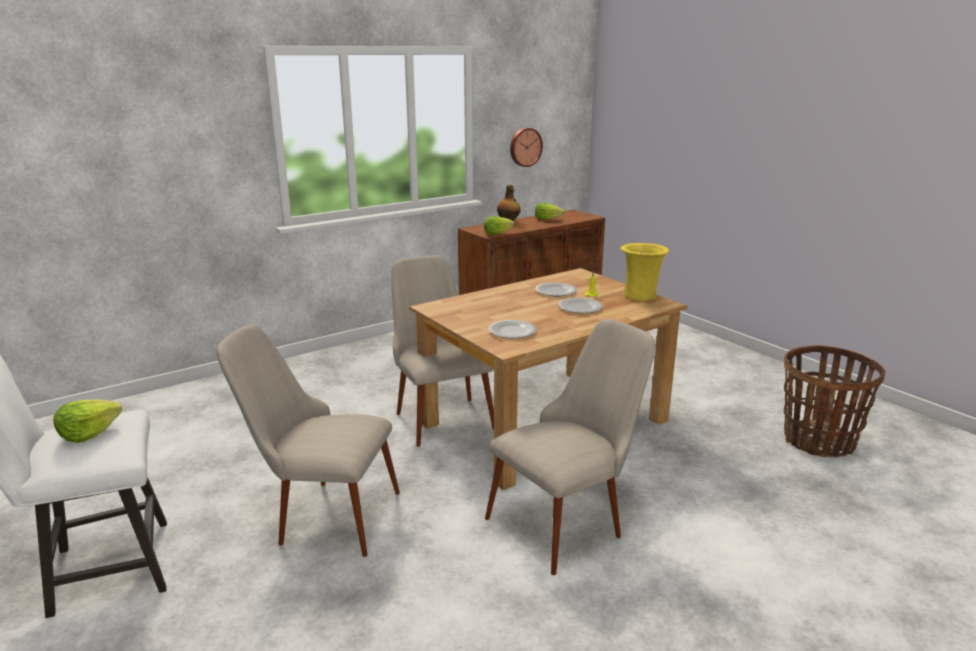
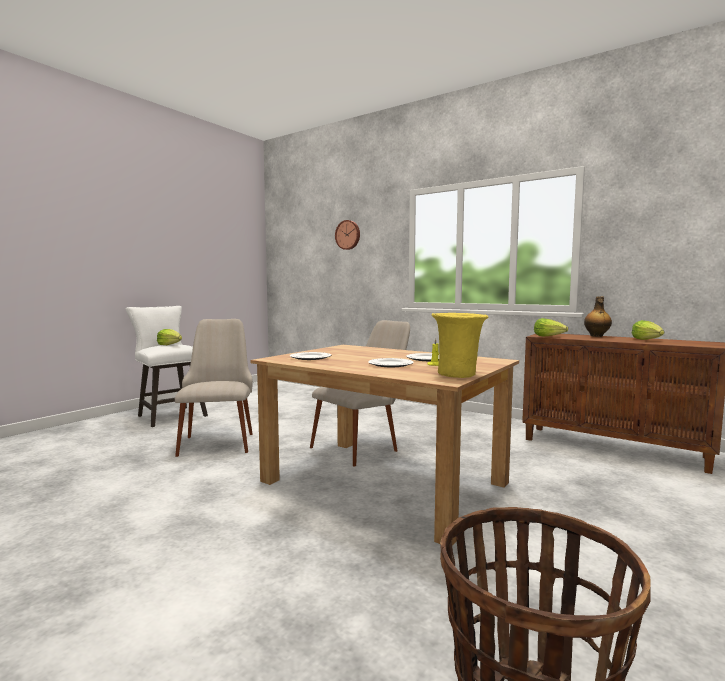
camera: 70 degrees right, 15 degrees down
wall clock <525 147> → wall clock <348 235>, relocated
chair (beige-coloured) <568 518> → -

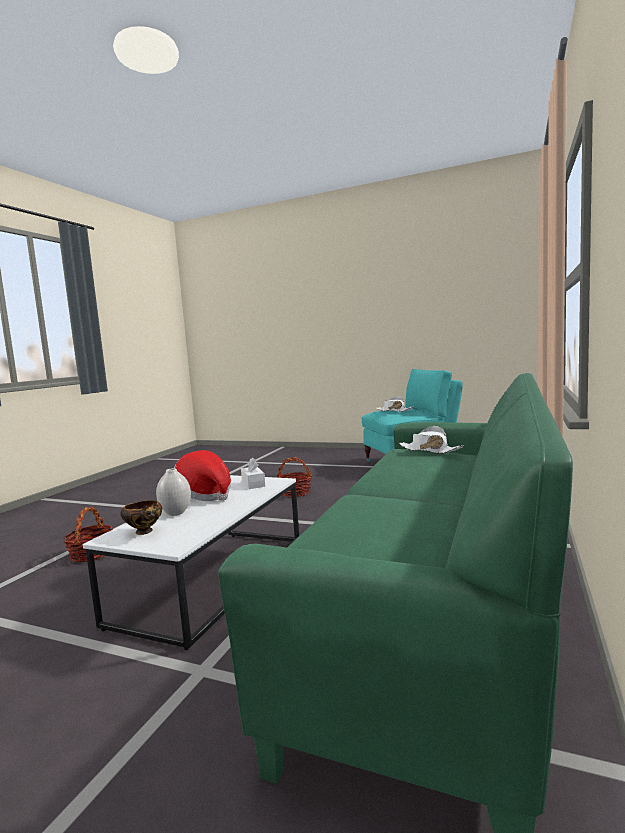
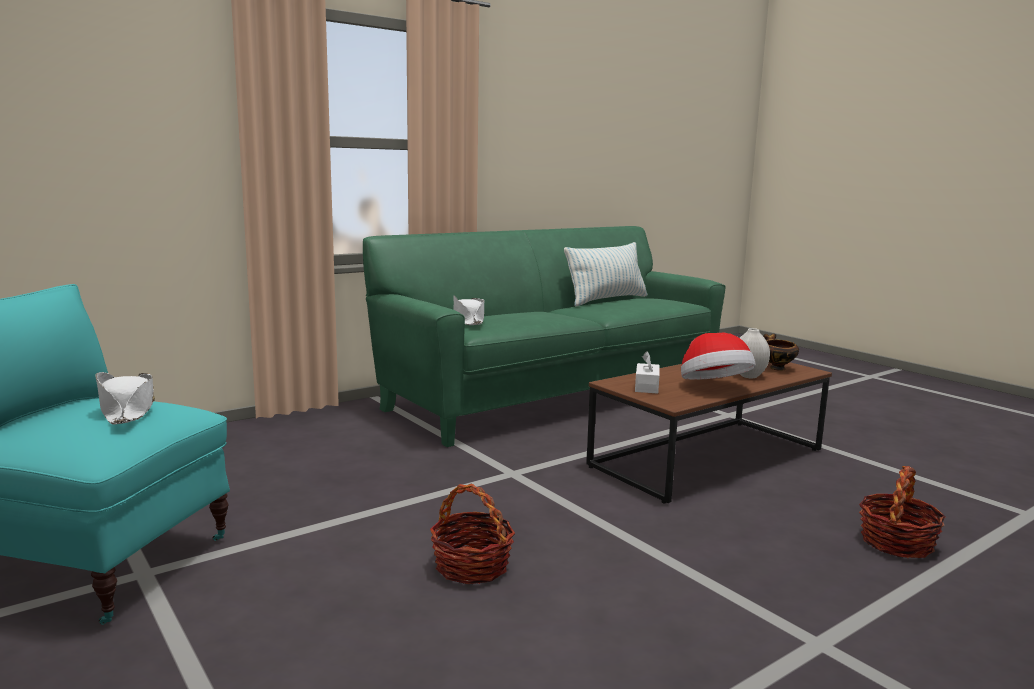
camera: 150 degrees left, 5 degrees up
- → throw pillow <606 300>
coffee table (whitish) <214 579> → coffee table (brown) <707 459>

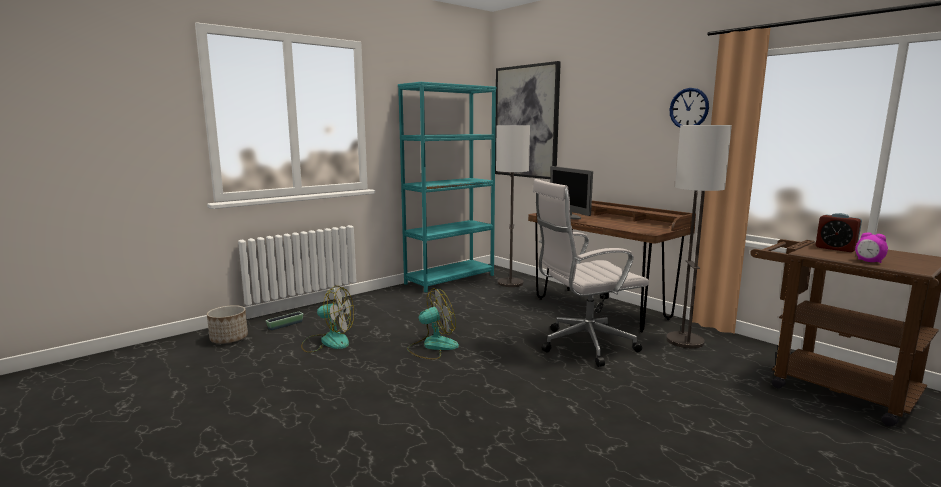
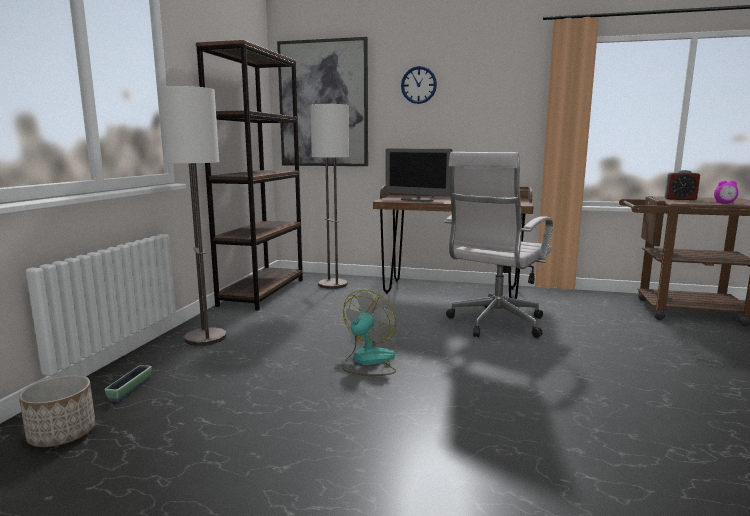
camera: 35 degrees left, 0 degrees up
floor lamp <685 341> → floor lamp <205 338>, relocated
bookcase (blue-green) <450 279> → bookcase (brown) <262 292>
wall clock <689 108> → wall clock <418 85>, relocated
cooling fan <328 341> → -

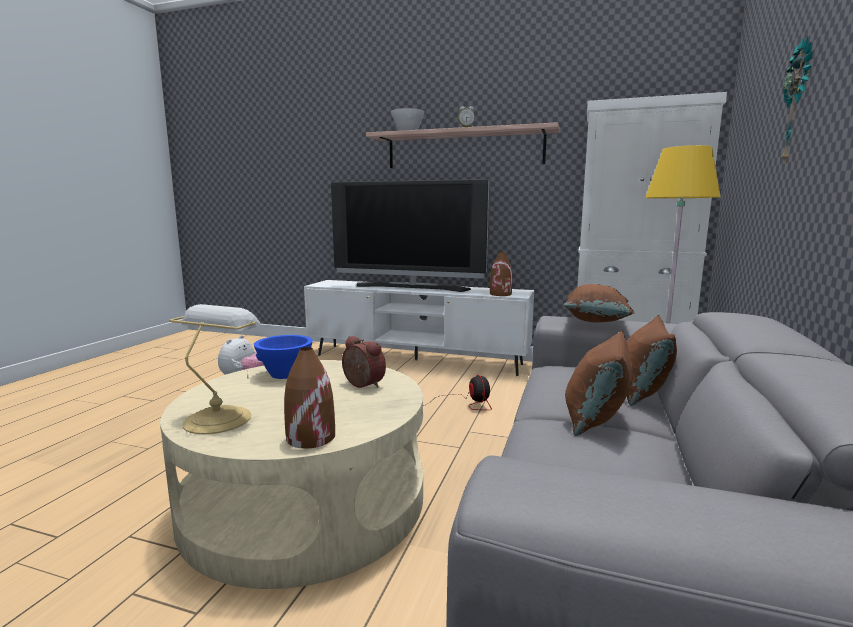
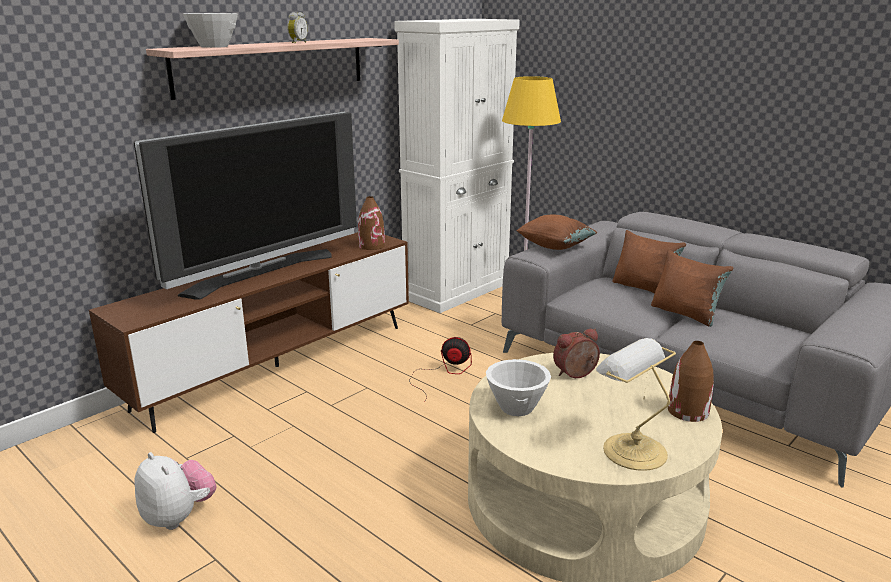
camera: 65 degrees left, 10 degrees up
media console (whitish) <416 359> → media console (brown) <277 366>
serving bowl (blue) <285 374> → serving bowl (whitish) <516 407>
wall clock <799 102> → -

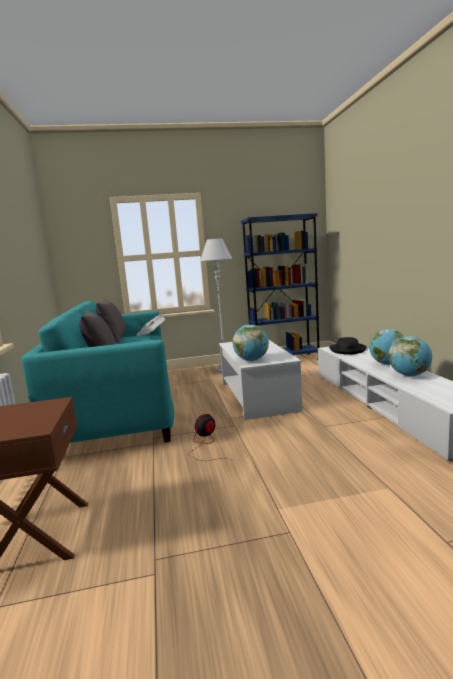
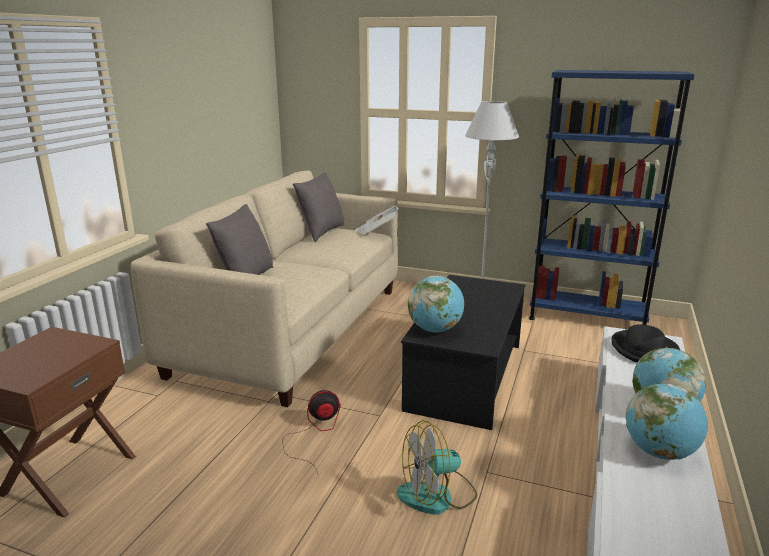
camera: 30 degrees right, 10 degrees up
couch (blue-green) <119 408> → couch (beige-coloured) <293 329>
- → cooling fan <437 495>
coffee table (whitish) <257 396> → coffee table (black) <466 375>

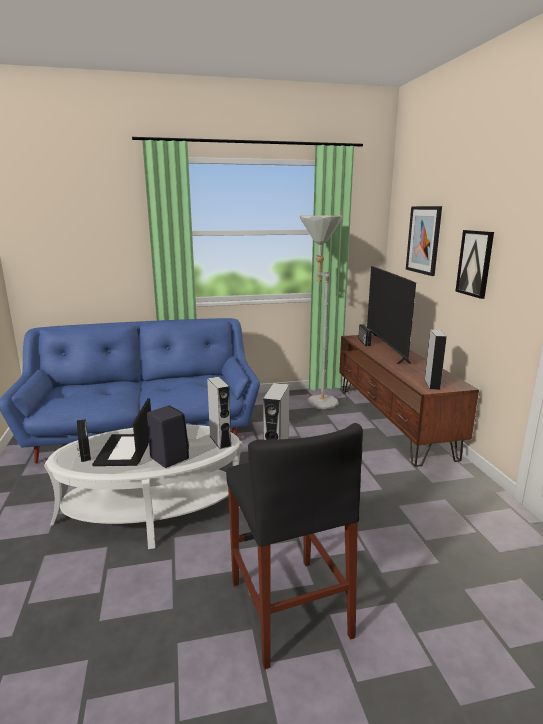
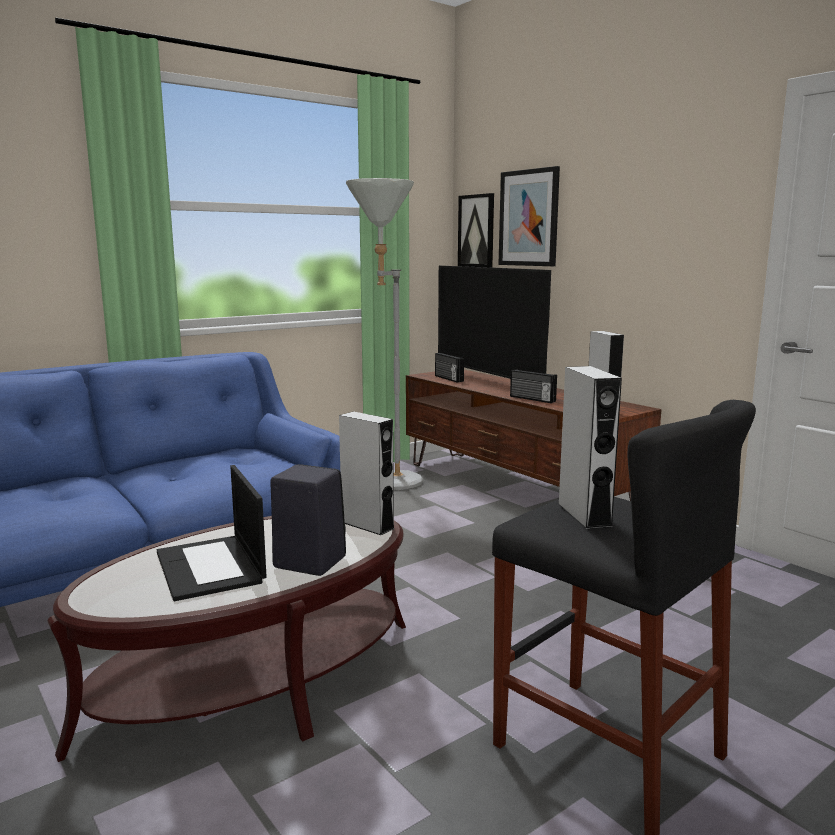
camera: 25 degrees left, 5 degrees down
coffee table (whitish) <152 510> → coffee table (brown) <255 681>
wall art <475 263> → wall art <476 231>, relocated
radio receiver <84 451> → radio receiver <532 399>, relocated

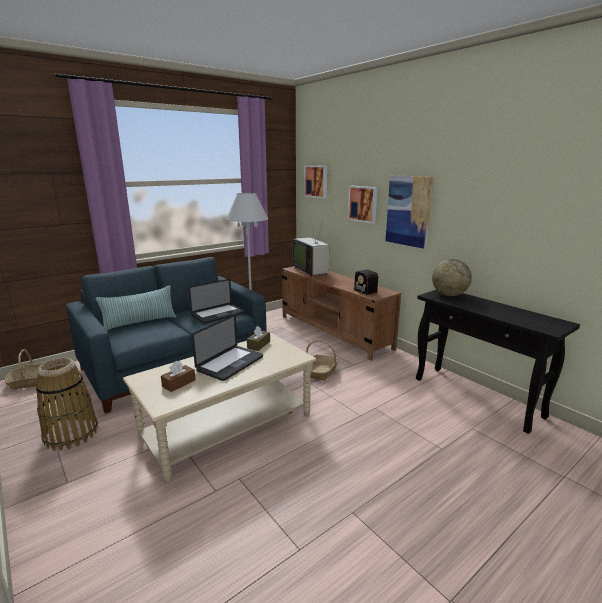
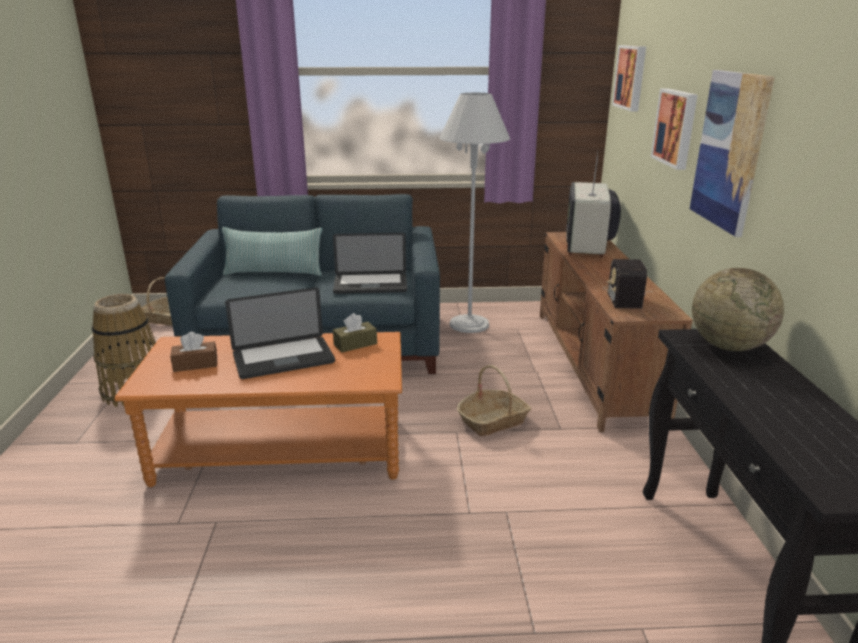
camera: 35 degrees right, 5 degrees up
coffee table (beige-coloured) <228 427> → coffee table (orange-coloured) <282 450>

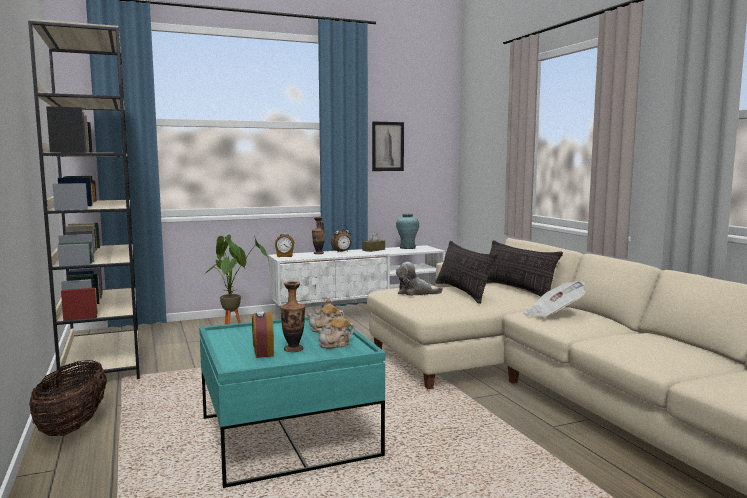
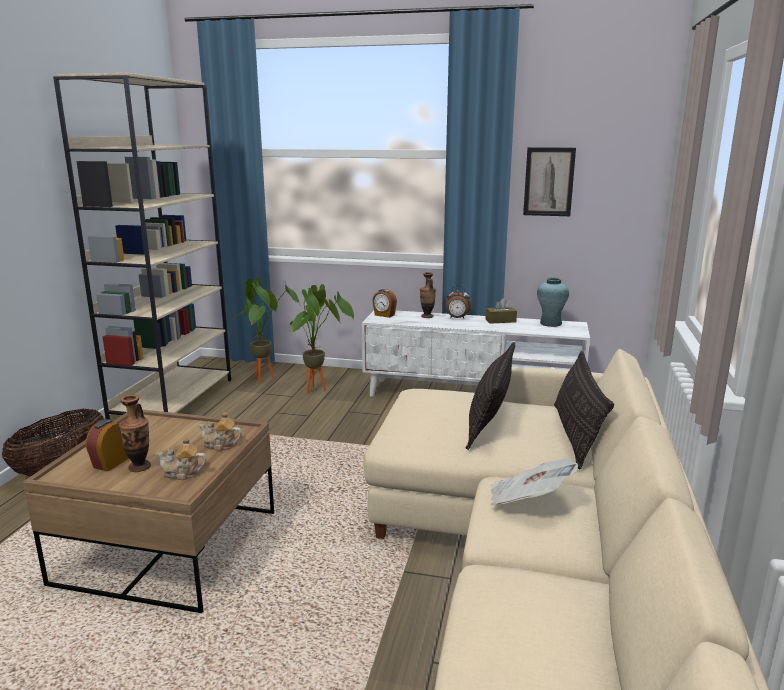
camera: 35 degrees right, 10 degrees up
coffee table (blue-green) <288 437> → coffee table (brown) <169 547>
- → potted plant <266 377>
plush toy <415 293> → -

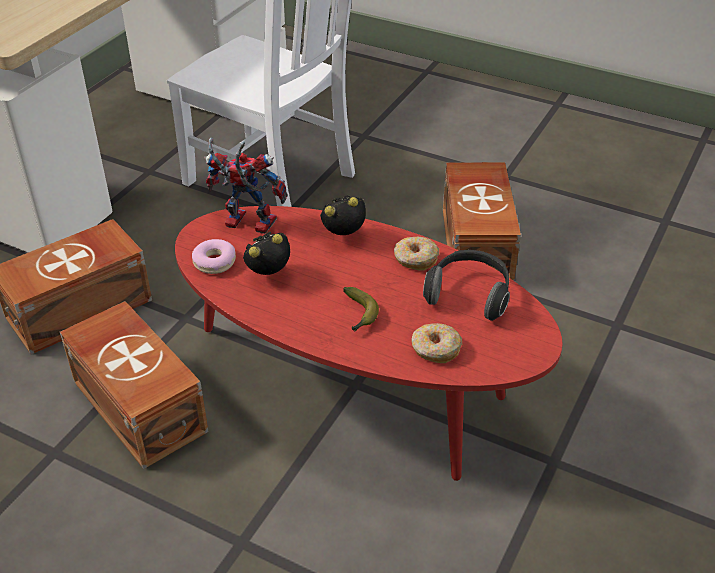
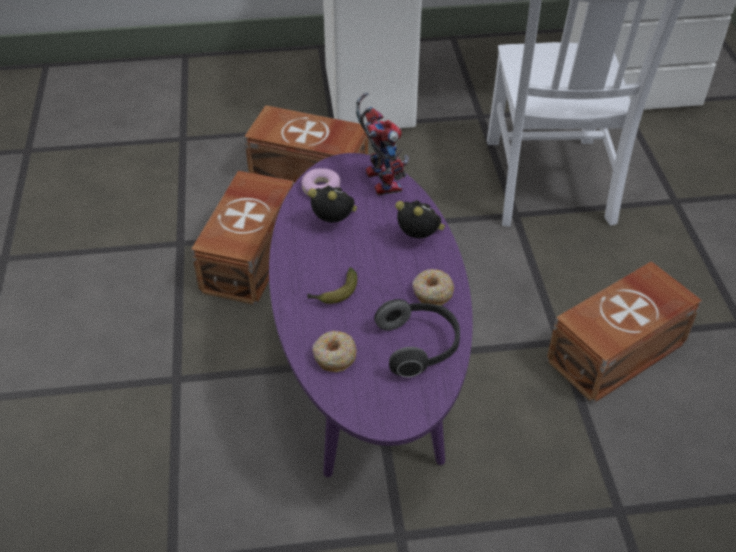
camera: 55 degrees right, 5 degrees up
coffee table (red-coloured) <357 389> → coffee table (purple-coloured) <367 363>

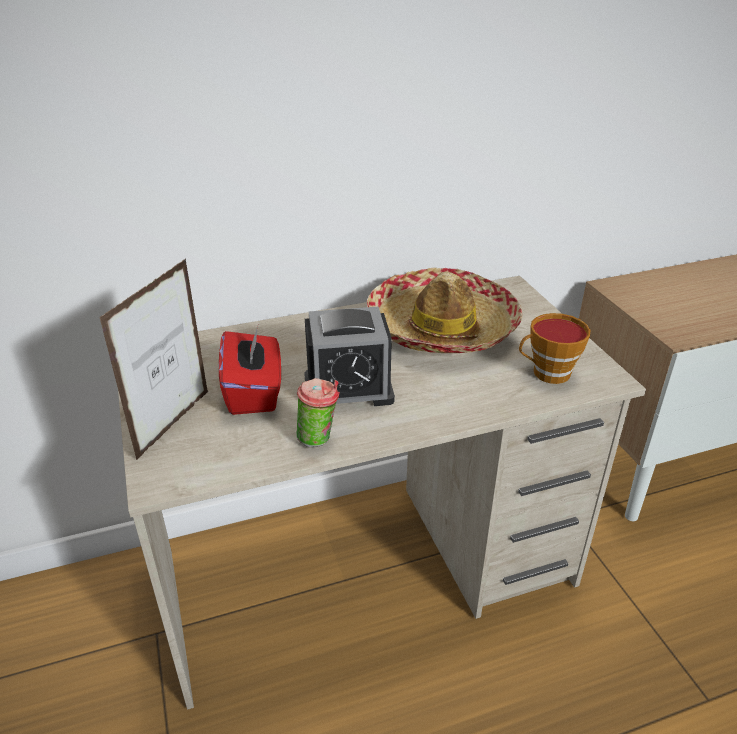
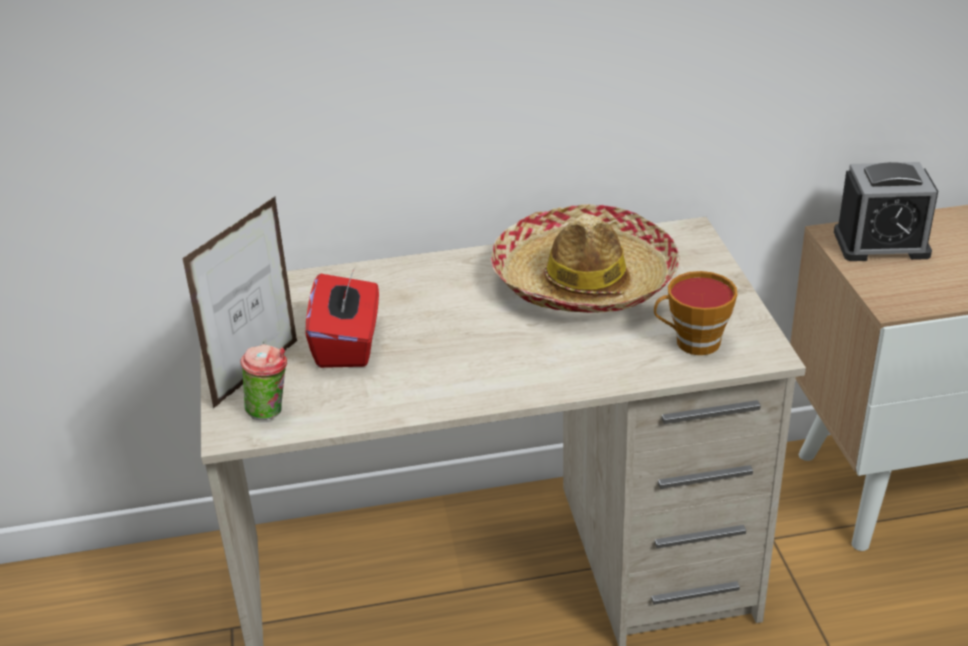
camera: 10 degrees right, 0 degrees up
cup <319 438> → cup <271 411>, relocated
table clock <348 389> → table clock <881 244>, relocated

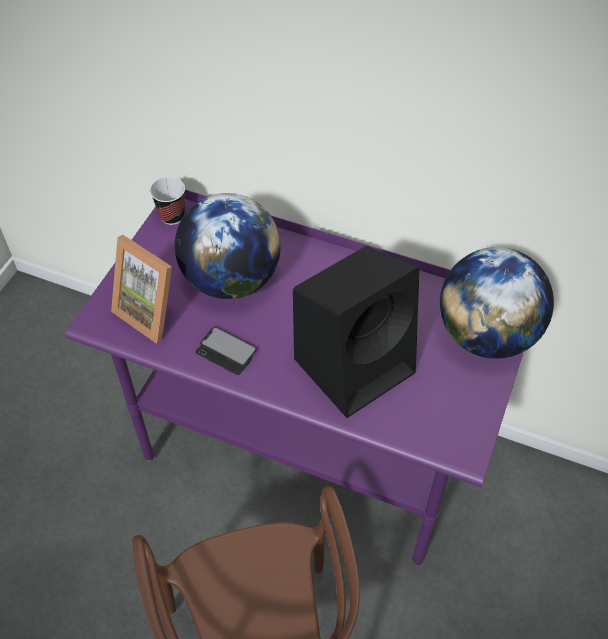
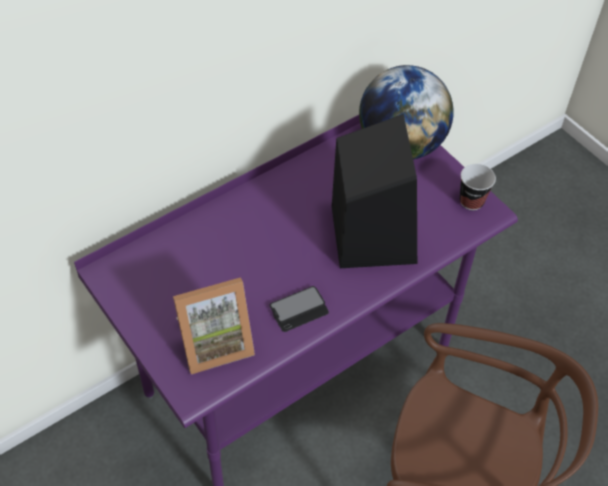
camera: 60 degrees left, 0 degrees up
cup <172 216> → cup <471 201>, relocated
desk globe <231 280> → -

